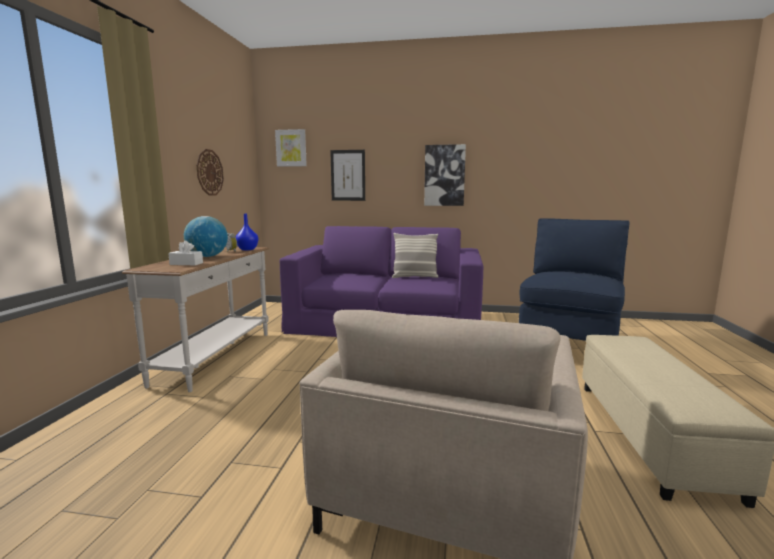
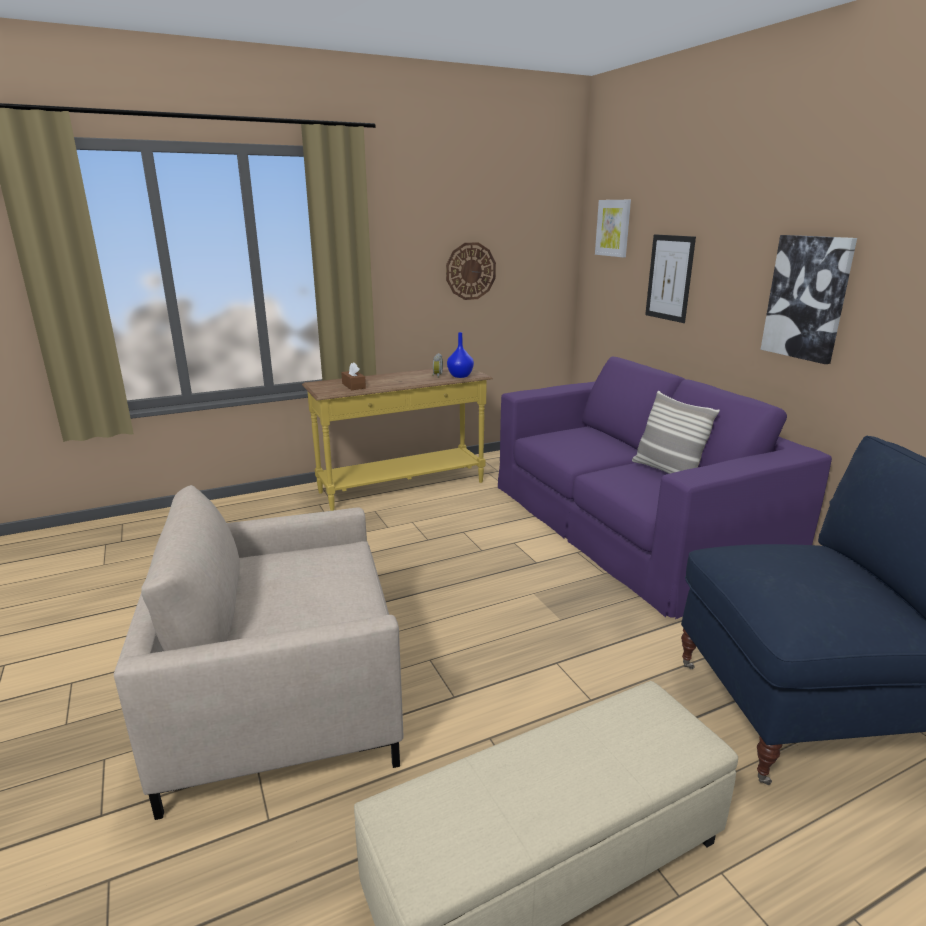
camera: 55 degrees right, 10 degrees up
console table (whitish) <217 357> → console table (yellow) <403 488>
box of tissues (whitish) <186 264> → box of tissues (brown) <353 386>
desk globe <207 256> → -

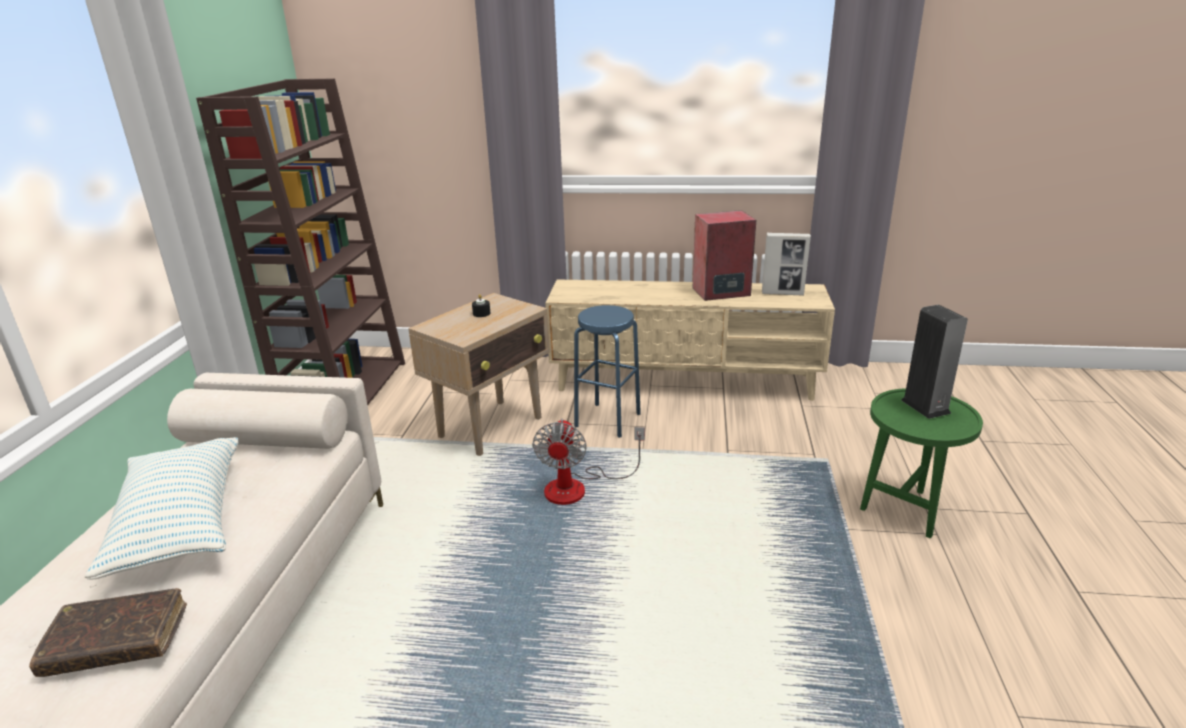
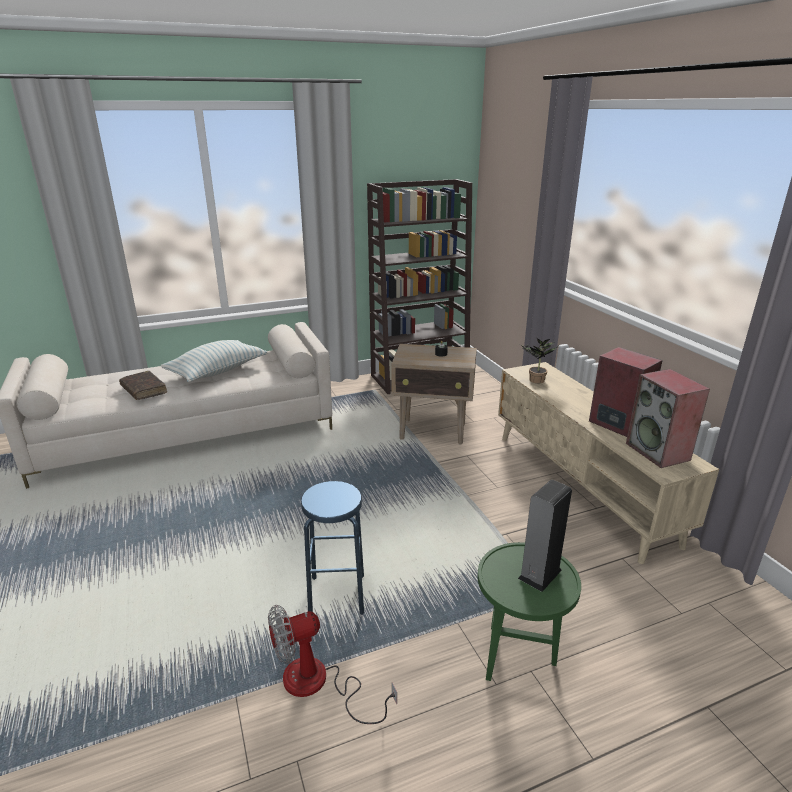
camera: 60 degrees right, 0 degrees up
cooling fan <578 487> → cooling fan <318 684>, relocated
stool seat (blue) <607 420> → stool seat (blue) <337 595>, relocated
- → potted plant <535 381>
photo frame <782 293> → speaker <658 452>

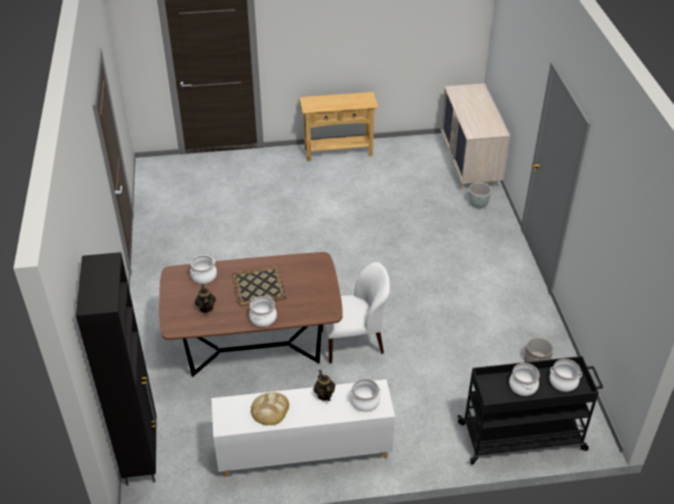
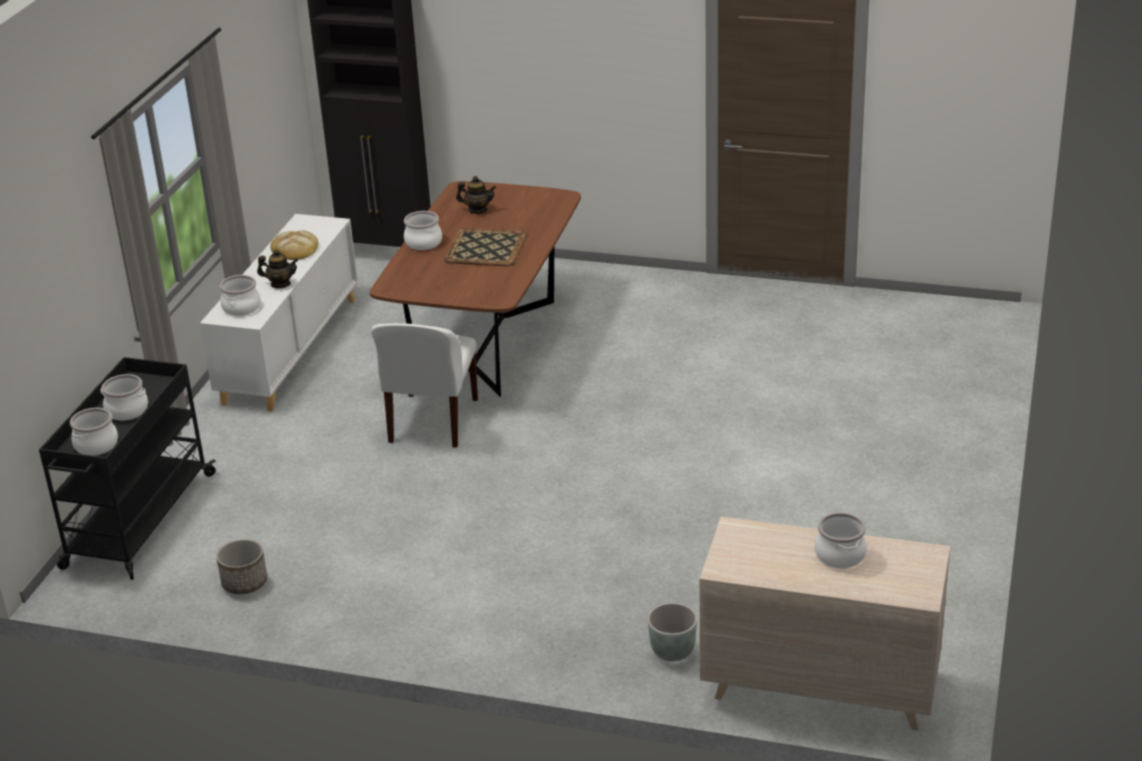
camera: 115 degrees right, 10 degrees down
stockpot <204 276> → stockpot <839 555>, relocated
console table (beige-coloured) <338 152> → -

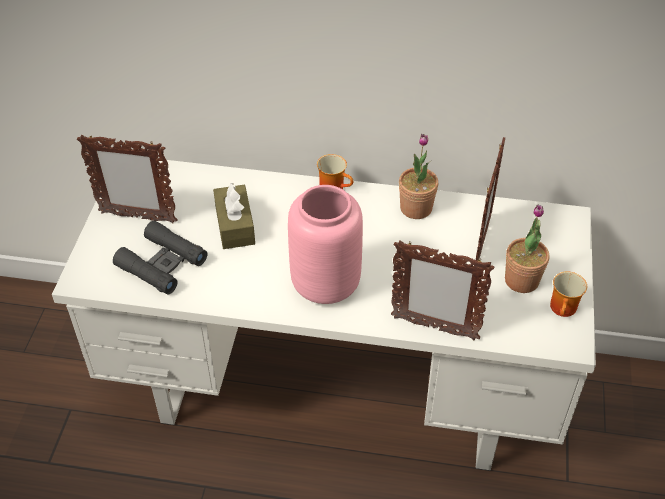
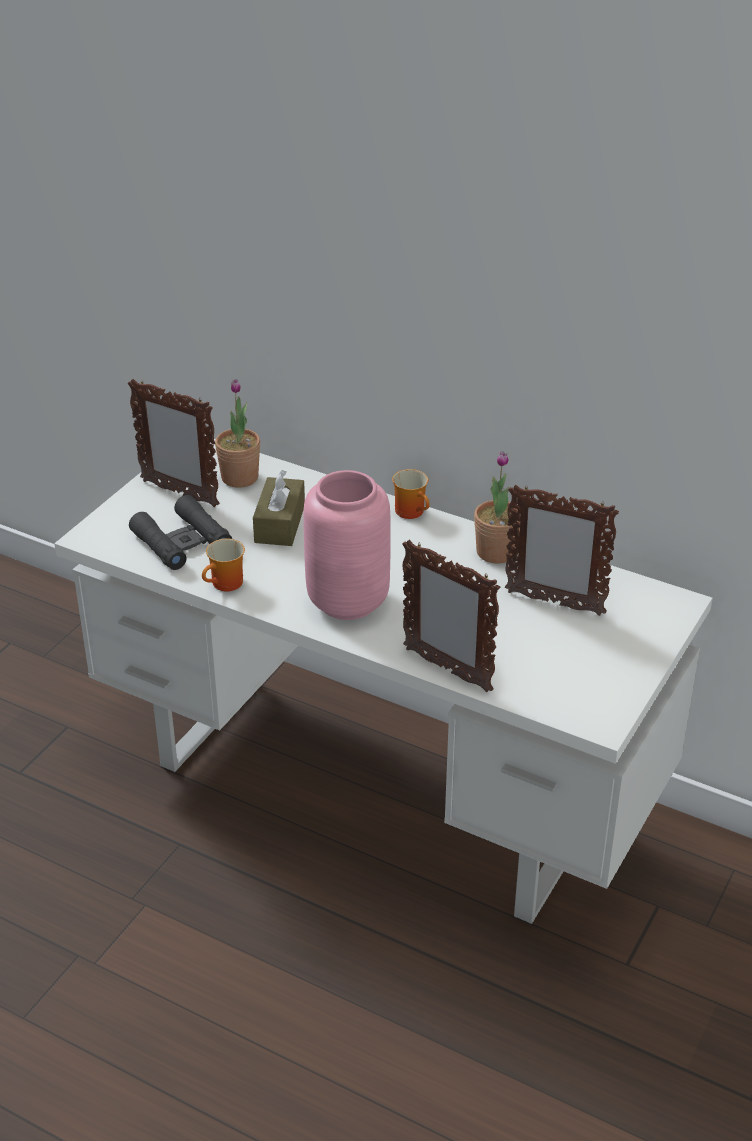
camera: 20 degrees right, 10 degrees down
mug <564 309> → mug <226 585>, relocated
potted plant <521 280> → potted plant <239 477>, relocated
photo frame <481 243> → photo frame <553 603>, 75 degrees clockwise

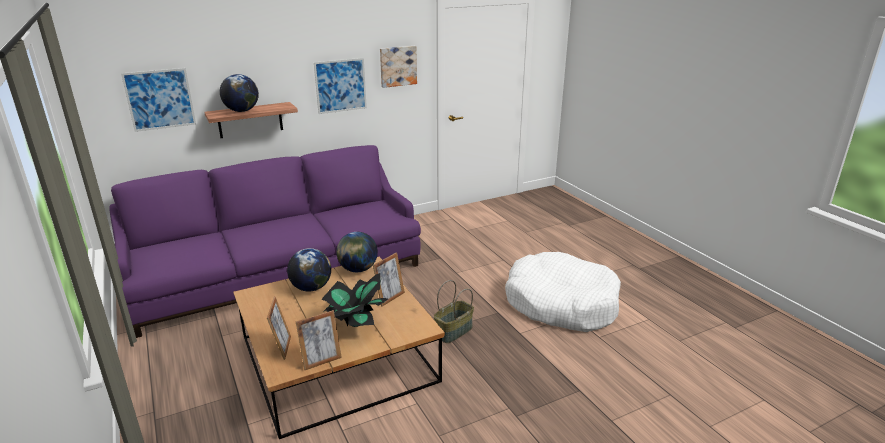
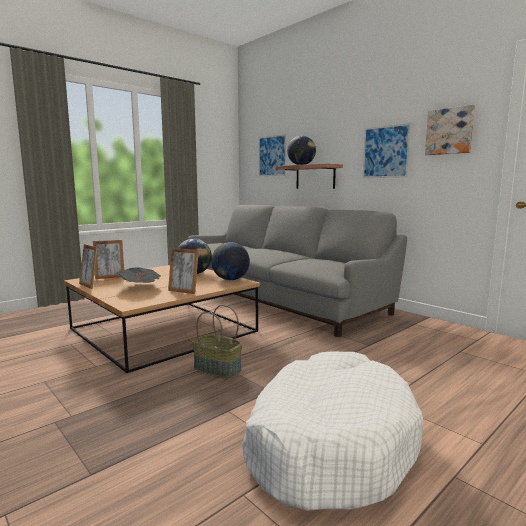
camera: 75 degrees right, 15 degrees down
potted plant <355 323> → printed paper <140 287>
couch (purple-coloured) <279 273> → couch (gray) <276 297>

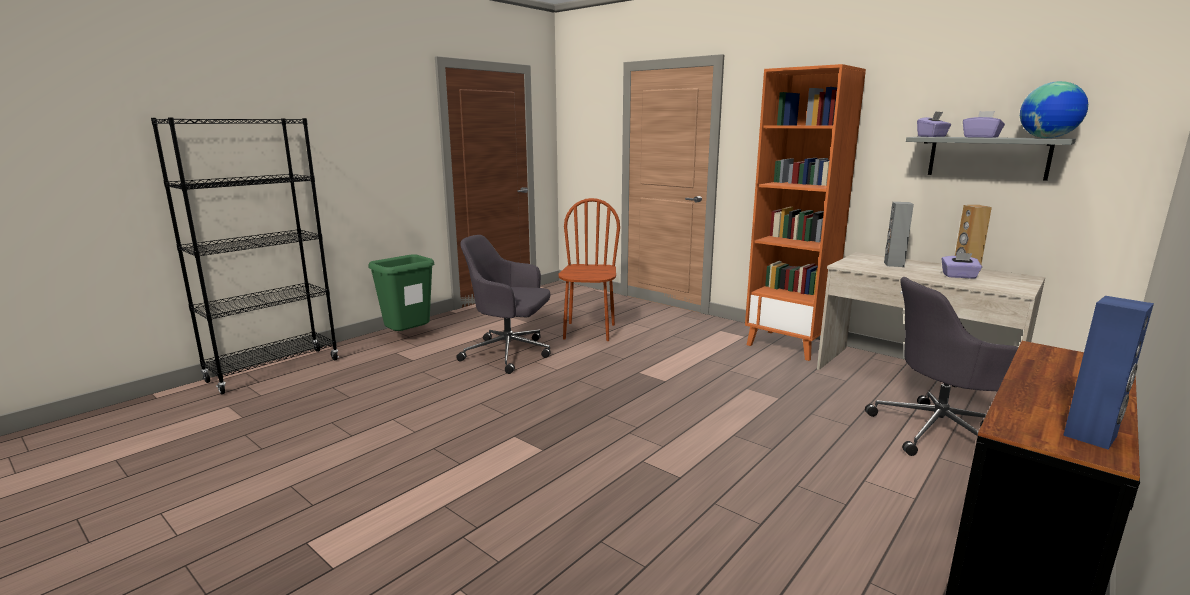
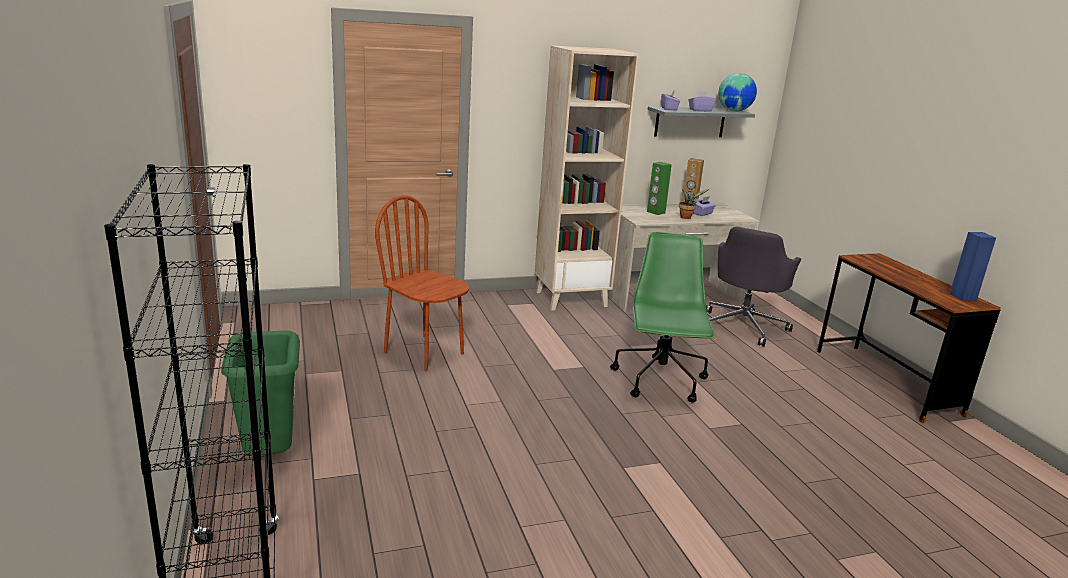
camera: 60 degrees left, 5 degrees up
bookcase (orange-coloured) <789 345> → bookcase (beige-coloured) <571 299>
- → desk chair (greenish) <660 381>
speaker (gray) <893 264> → speaker (greenish) <655 212>
- → potted plant <687 217>
desk chair (gray) <509 353> → -

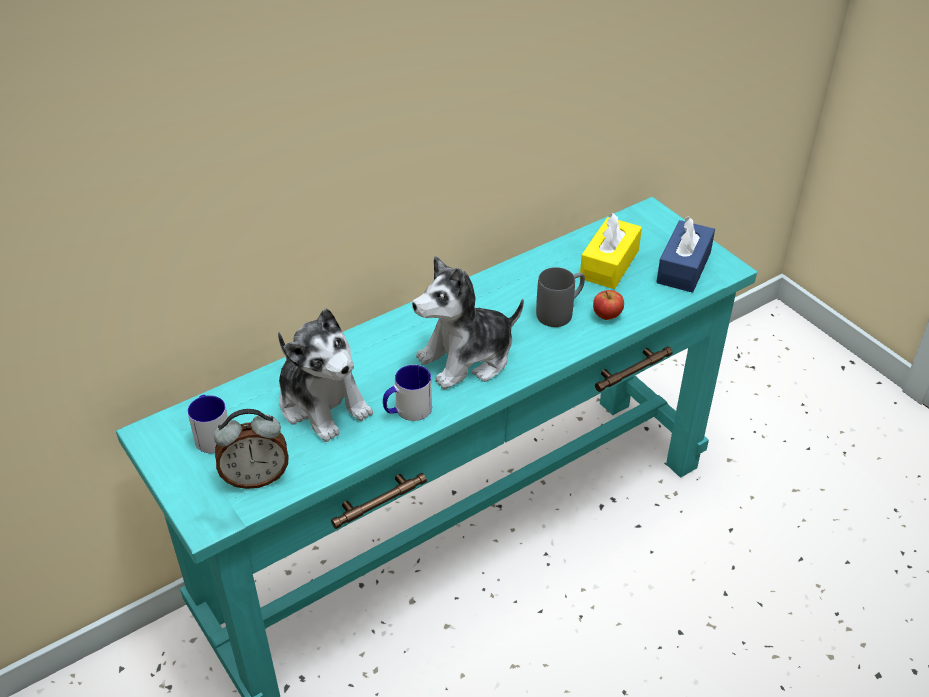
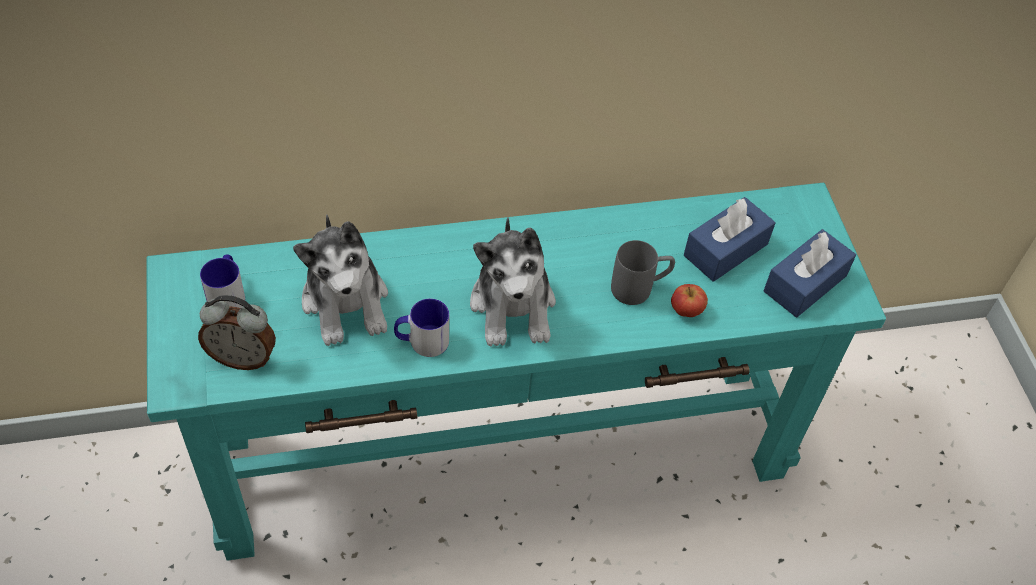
camera: 20 degrees right, 10 degrees up
plush toy <467 358> → plush toy <513 306>, 90 degrees counterclockwise
box of tissues (yellow) <609 264> → box of tissues (blue) <725 250>

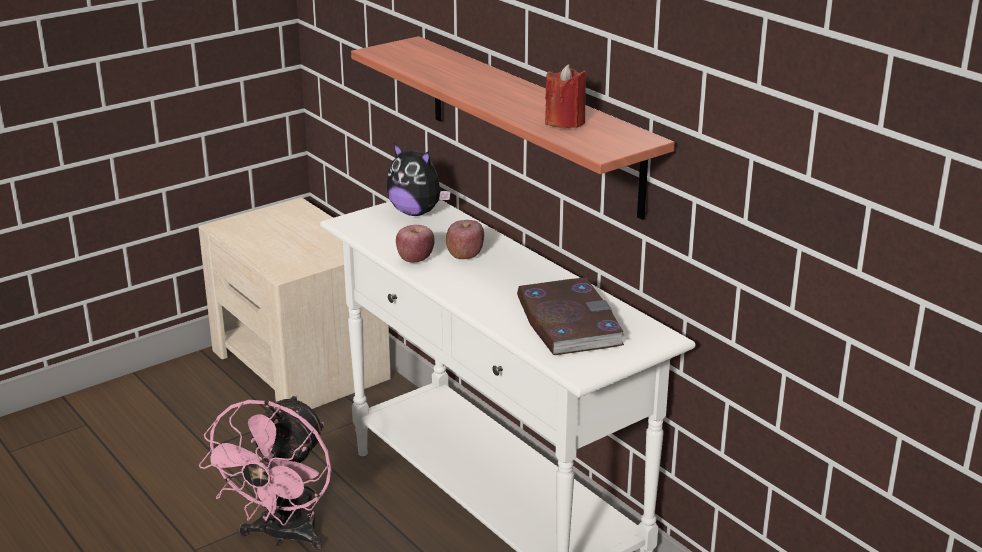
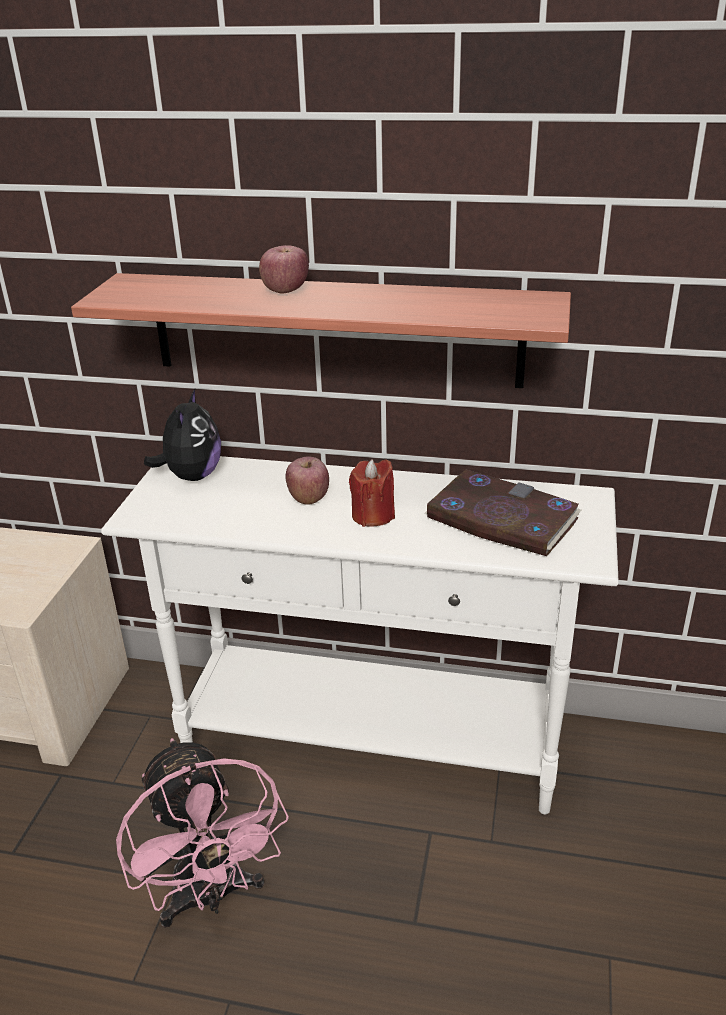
camera: 40 degrees left, 5 degrees up
plush toy <416 212> → plush toy <192 476>, 75 degrees counterclockwise
apple <415 259> → apple <285 290>, relocated
candle (red-coloured) <565 122> → candle (red-coloured) <373 515>, relocated

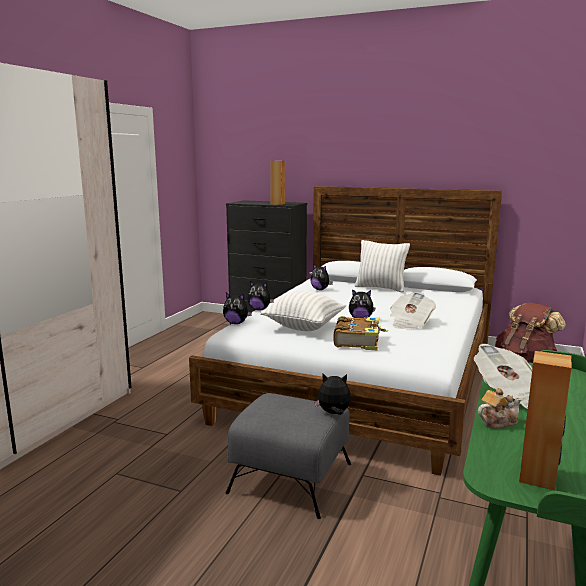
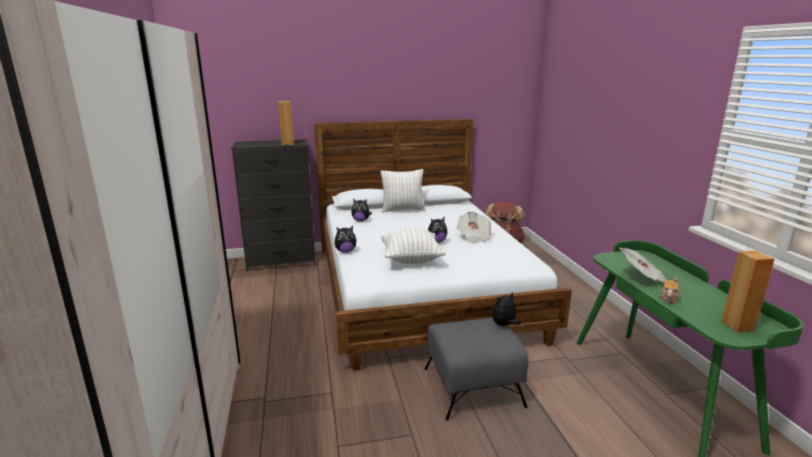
camera: 35 degrees left, 5 degrees up
plush toy <236 323> → -
book <358 341> → -

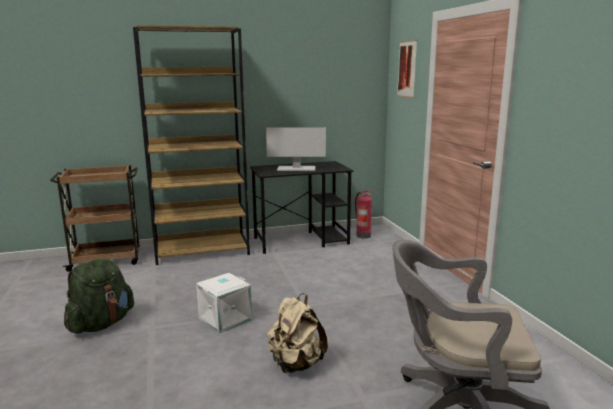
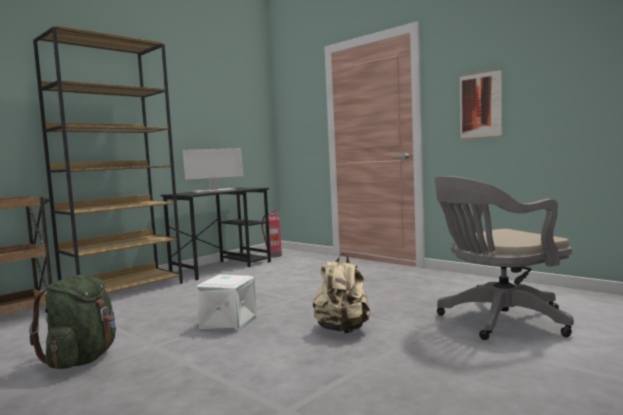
camera: 30 degrees left, 10 degrees down
wall art <407 69> → wall art <480 105>, relocated

